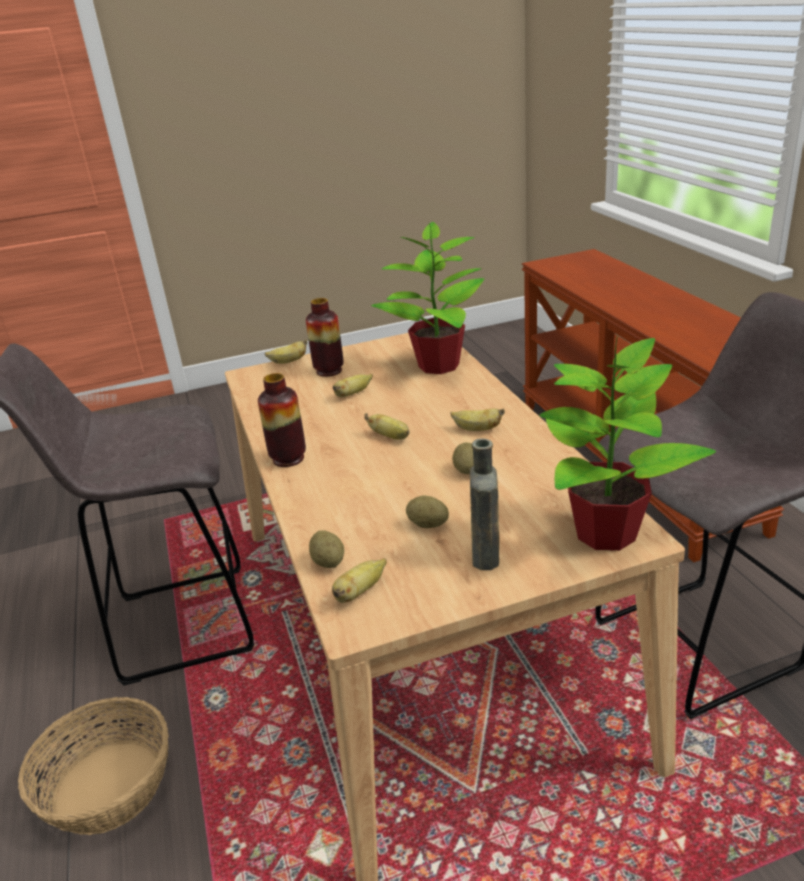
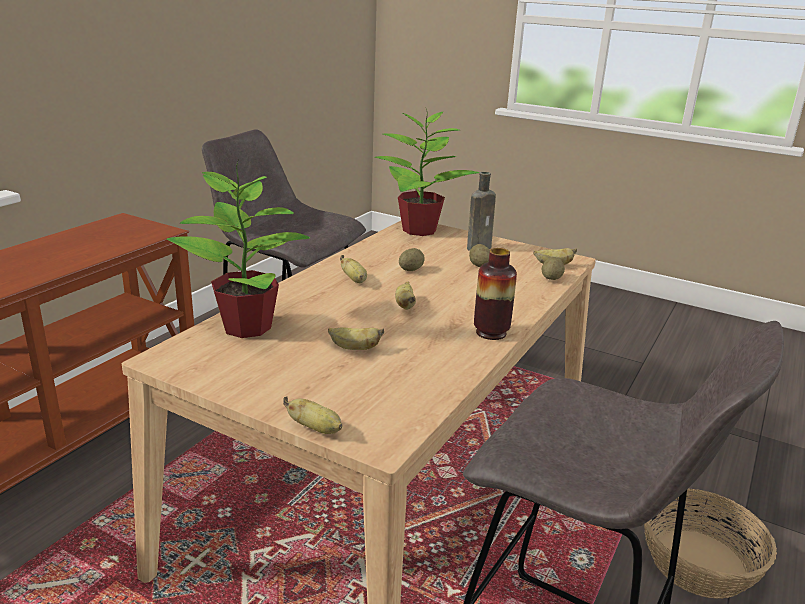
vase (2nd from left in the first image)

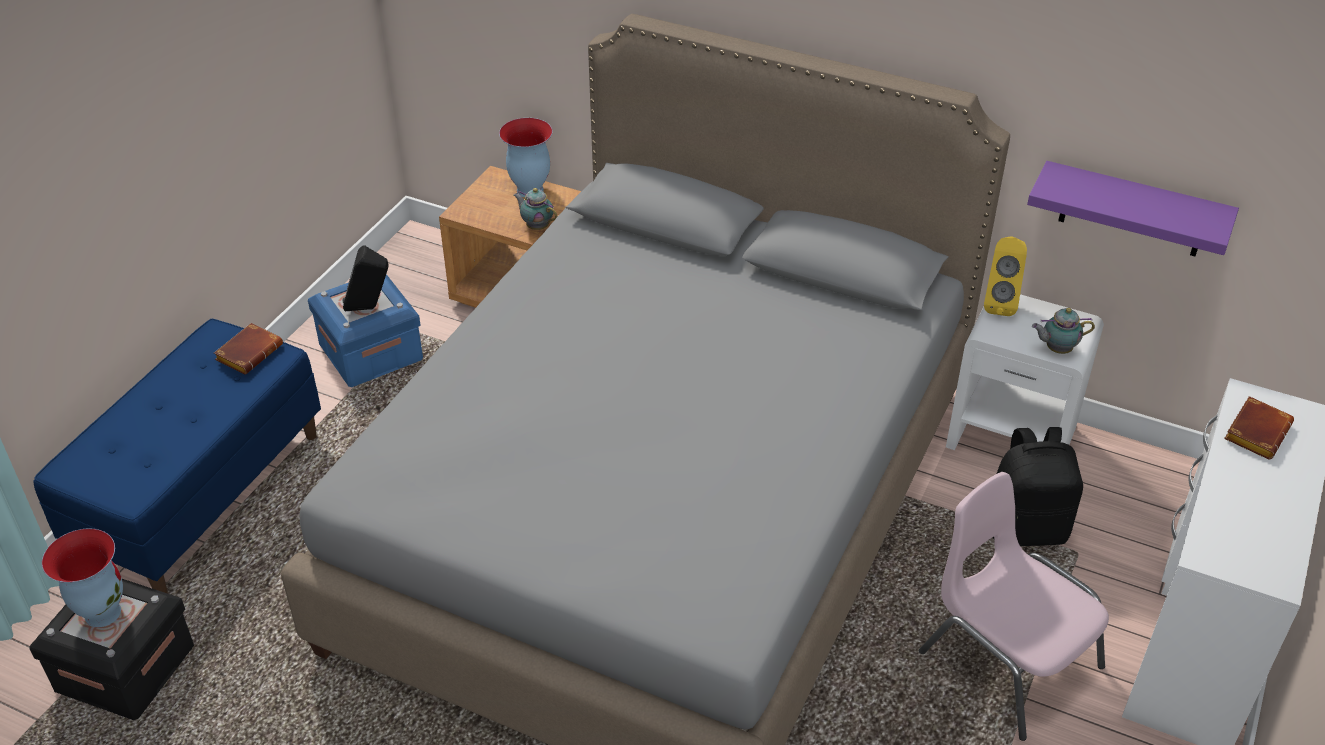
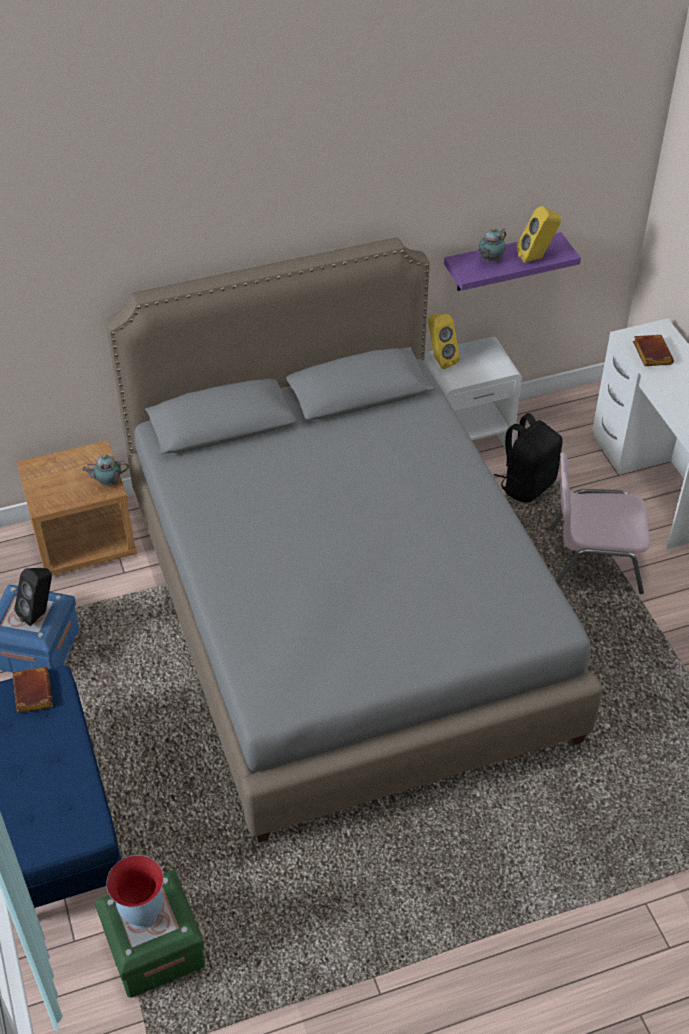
vase (2nd from left in the first image)
enceinte/jaune (2nd from left)
théière (2nd from left)
boîte de rangement/vert

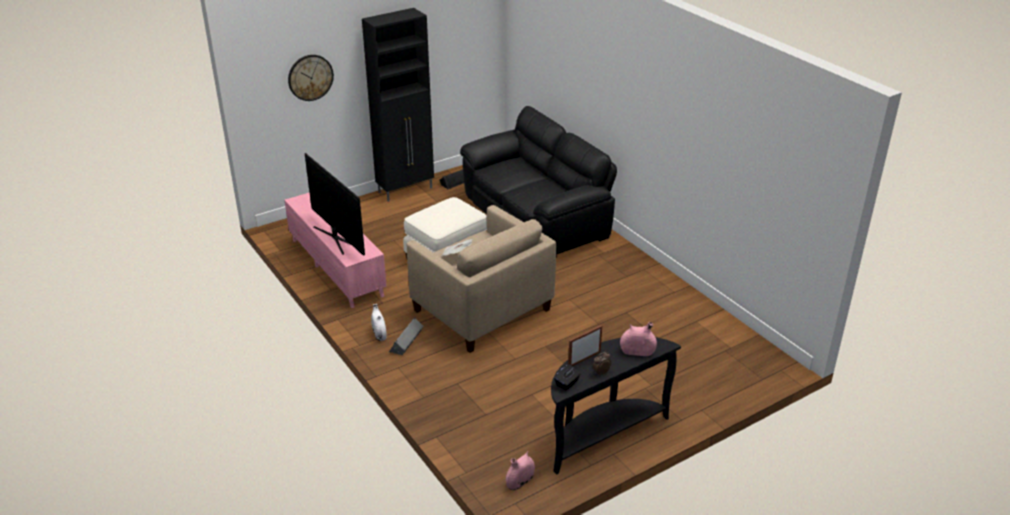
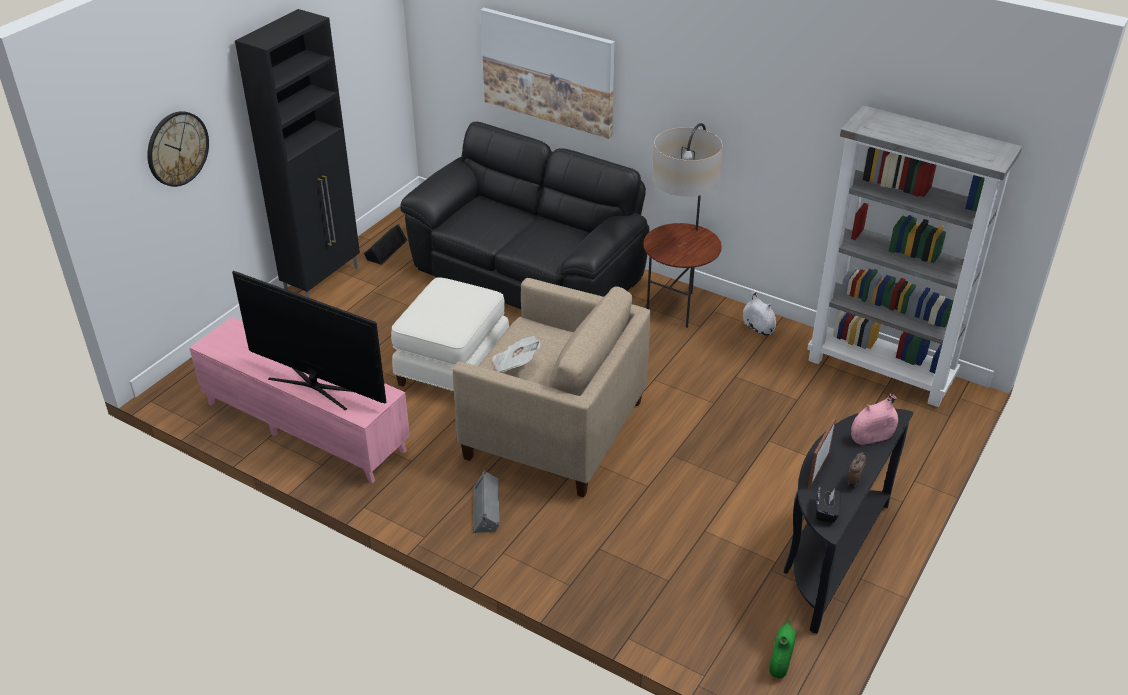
tableau
lampadaire
bibliothèque/gris
vase/blanc
vase/vert

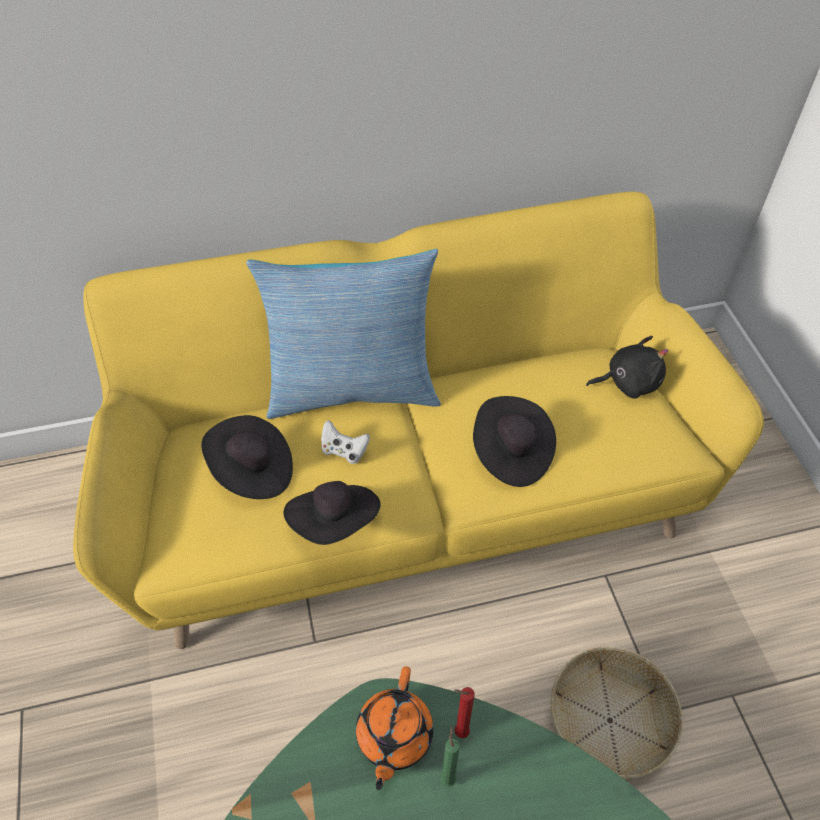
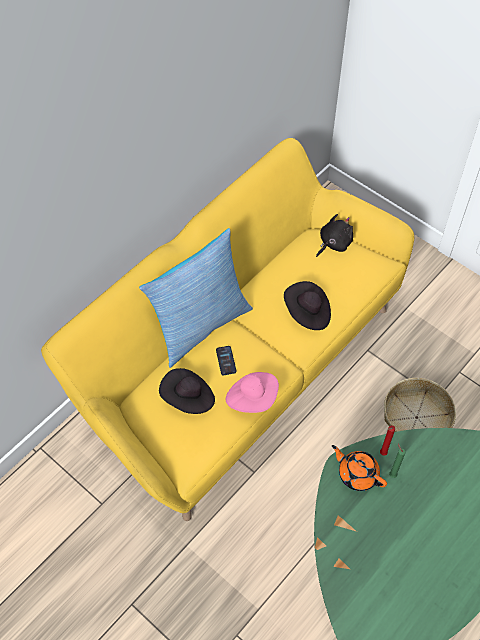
téléphone
chapeau/rose
théière/orange

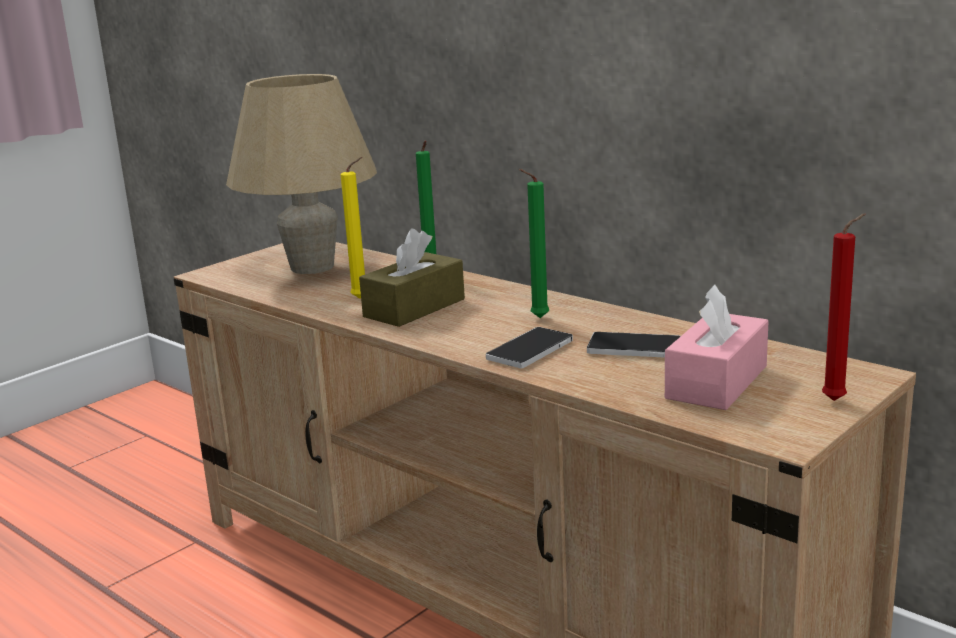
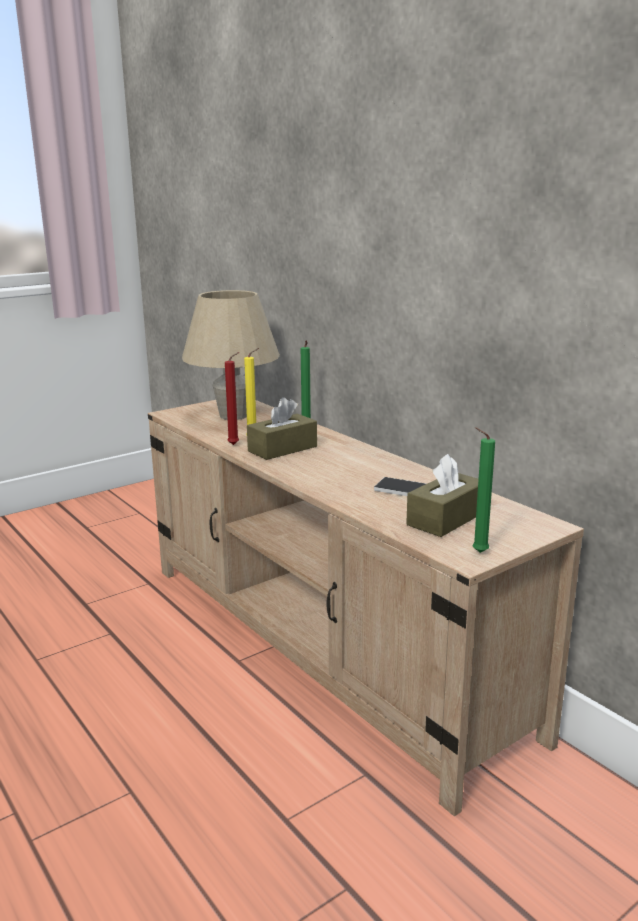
téléphone (1st from left in the first image)
bougie/vert (2nd from left)
bougie/rouge
boîte à mouchoirs/marron (2nd from left)

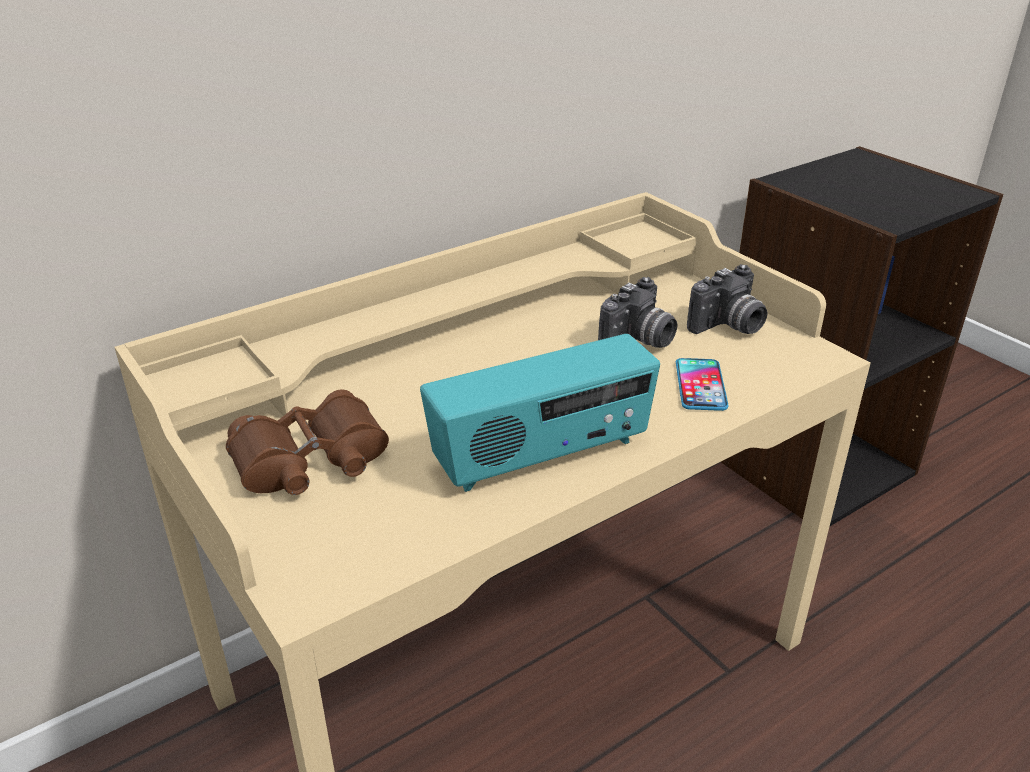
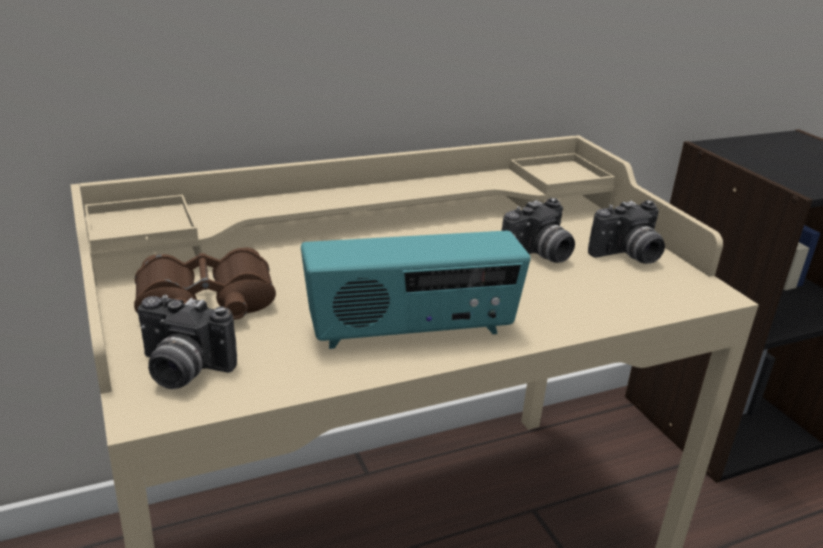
téléphone
appareil photo (1st from left)

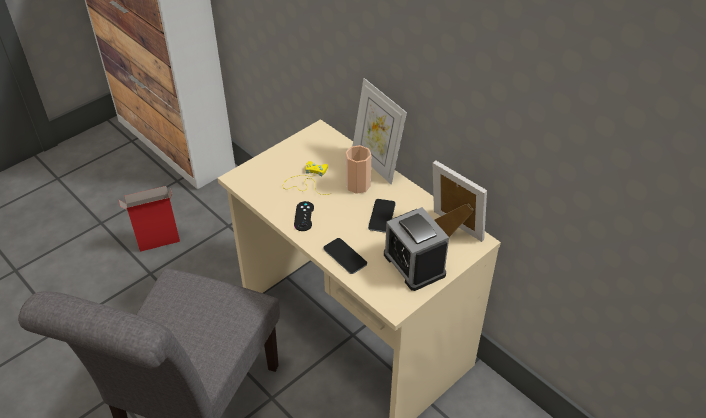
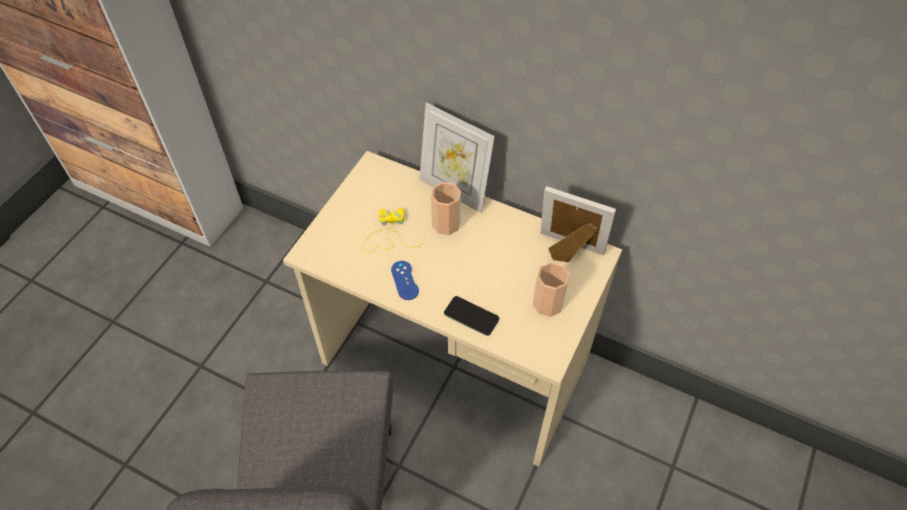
carton
téléphone (2nd from left in the first image)
tasse (2nd from left)
manette/bleu

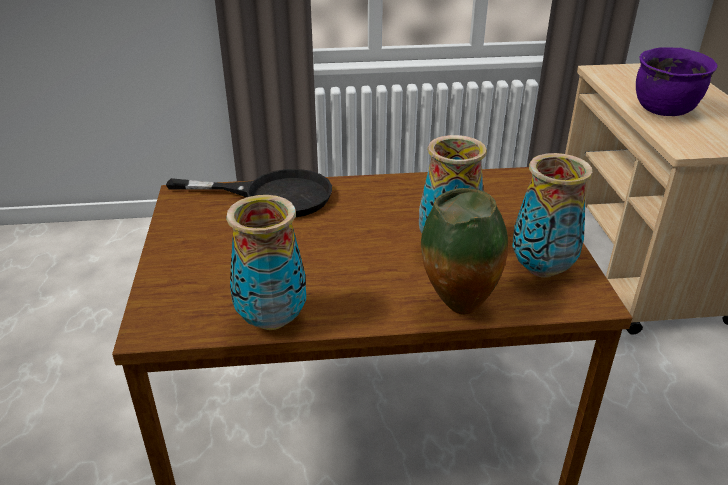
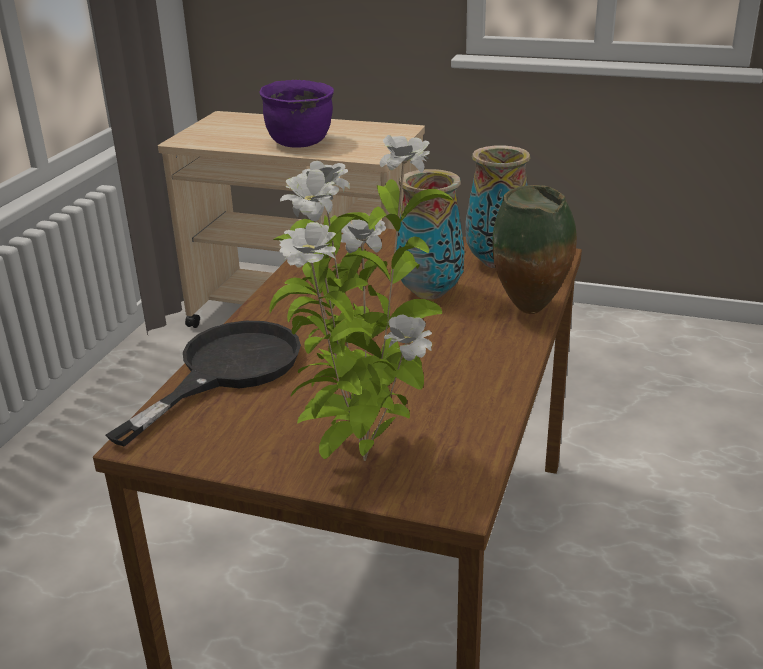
vase (1st from left in the first image)
plante en pot

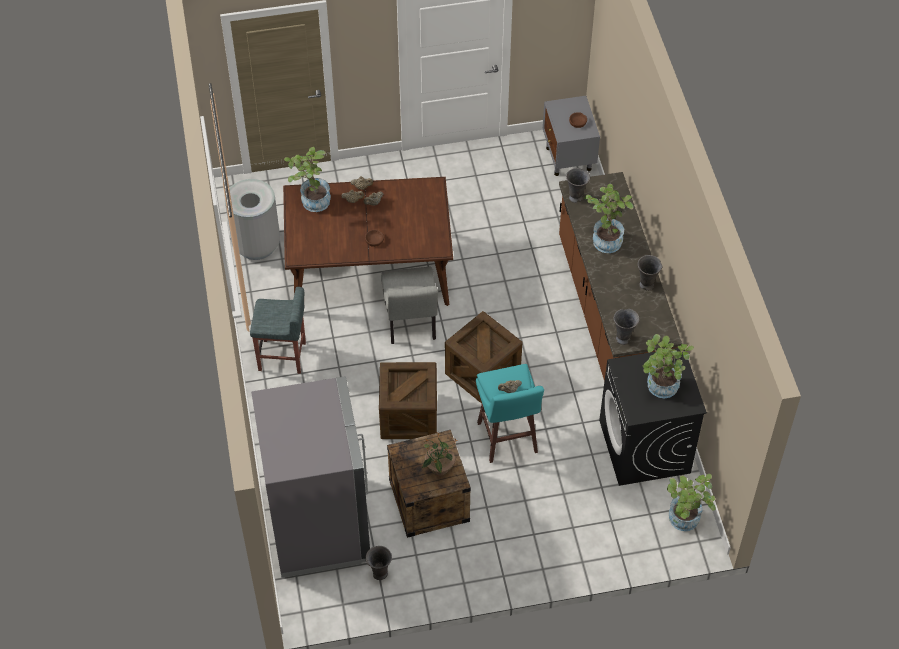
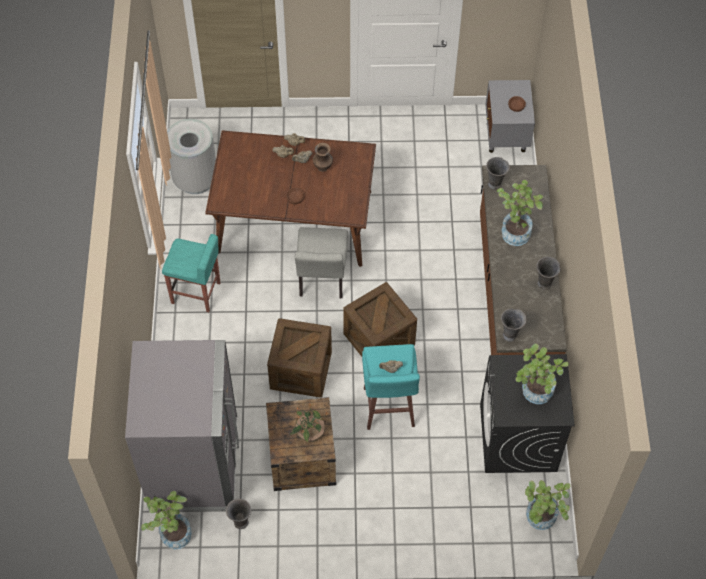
vase/marron
plante en pot (1st from left)
tabouret/turquoise (1st from left)

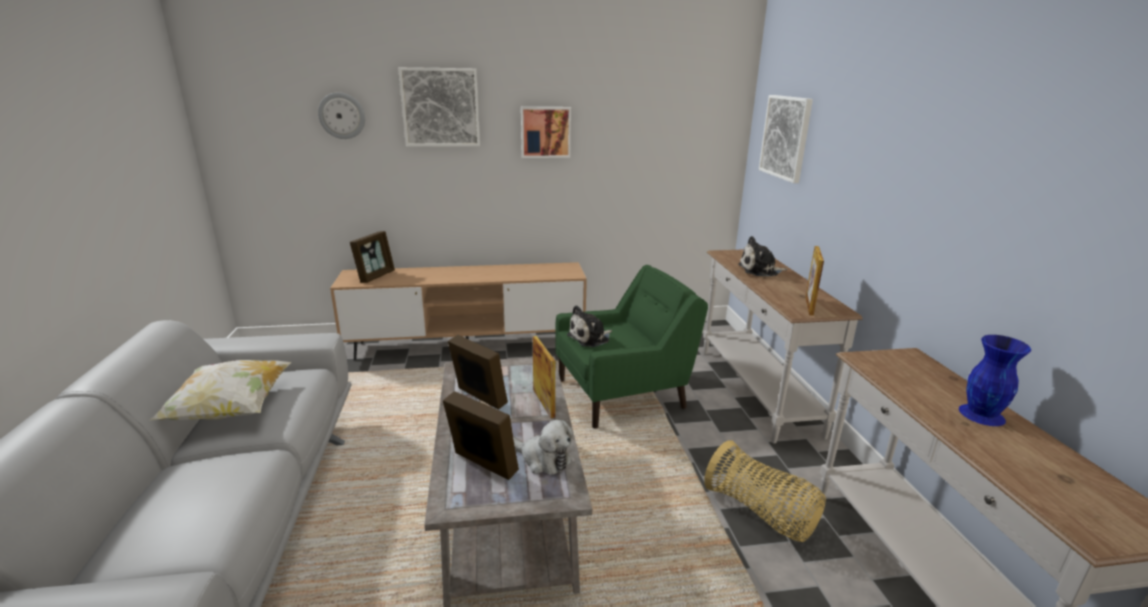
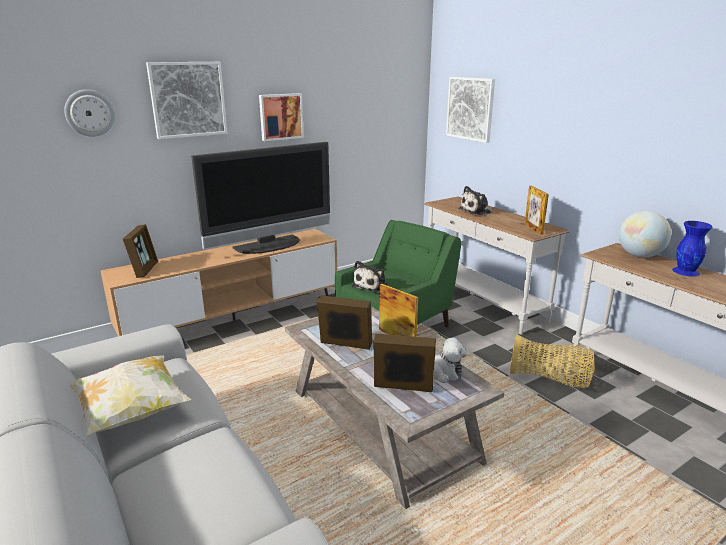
téléviseur
globe

